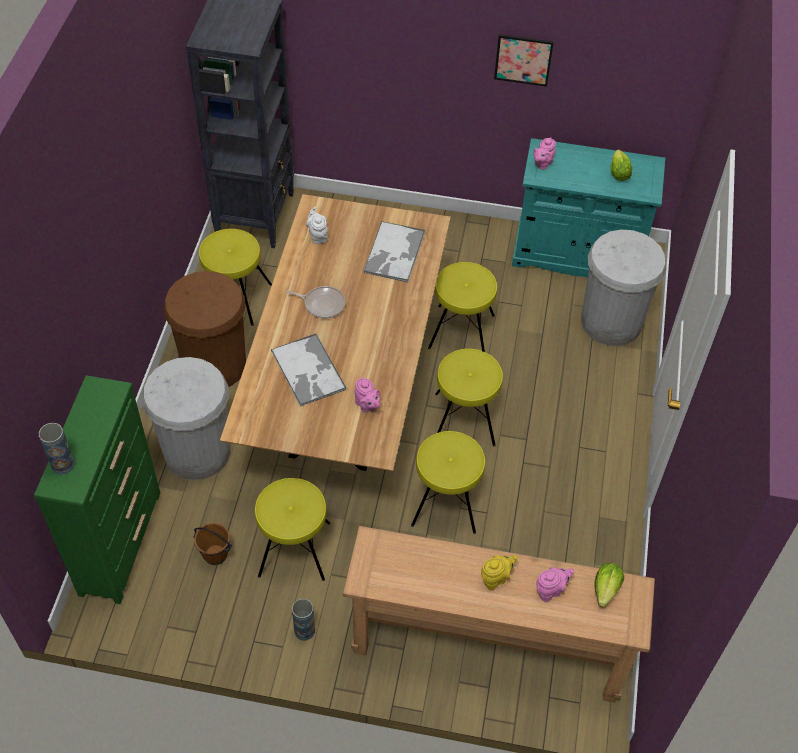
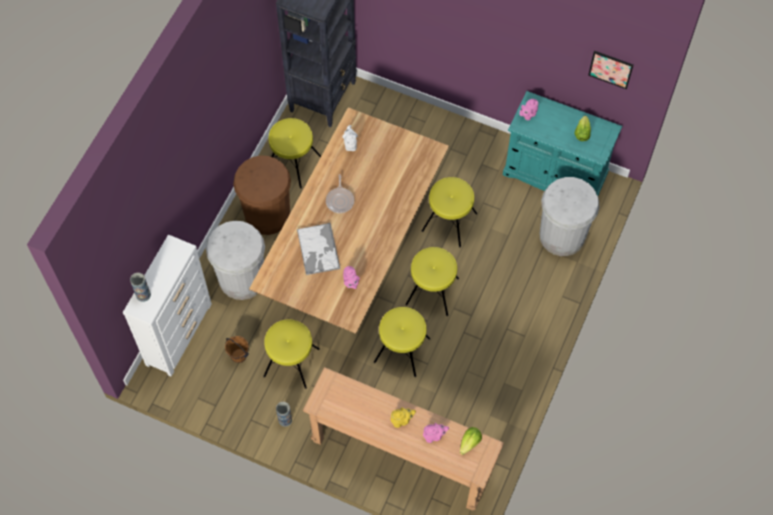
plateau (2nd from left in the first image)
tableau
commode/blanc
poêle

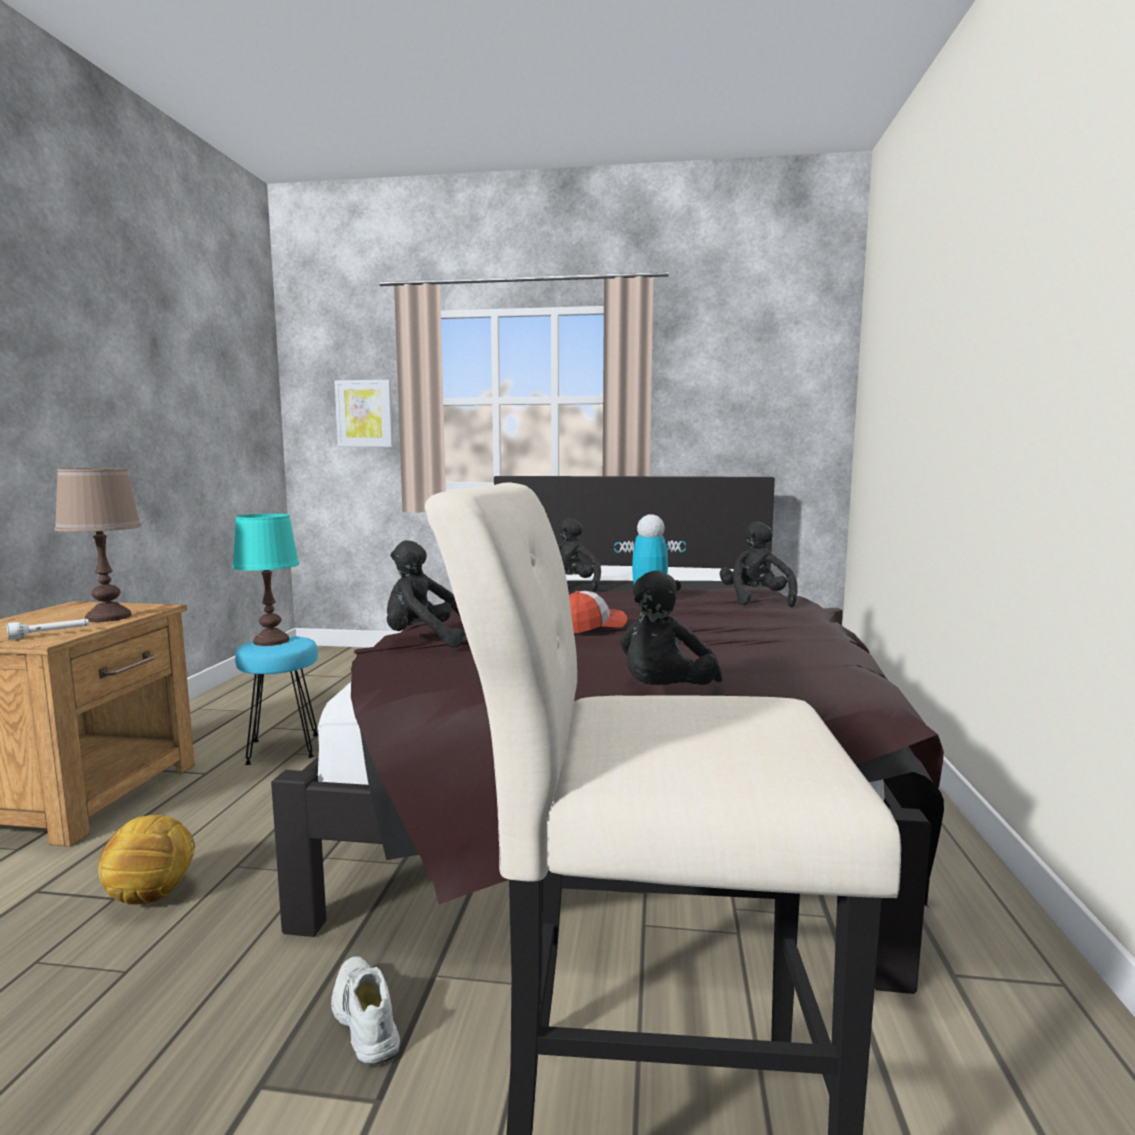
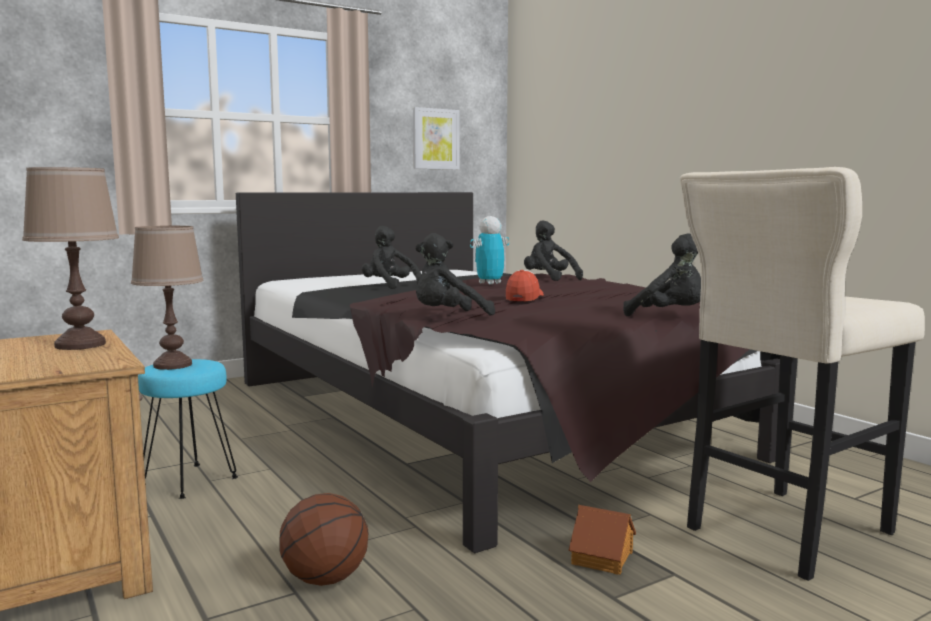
lampe de poche/blanc
tableau
ballon de basket
maison miniature
lampe de table/marron (2nd from left)
peluche/noir (4th from left)

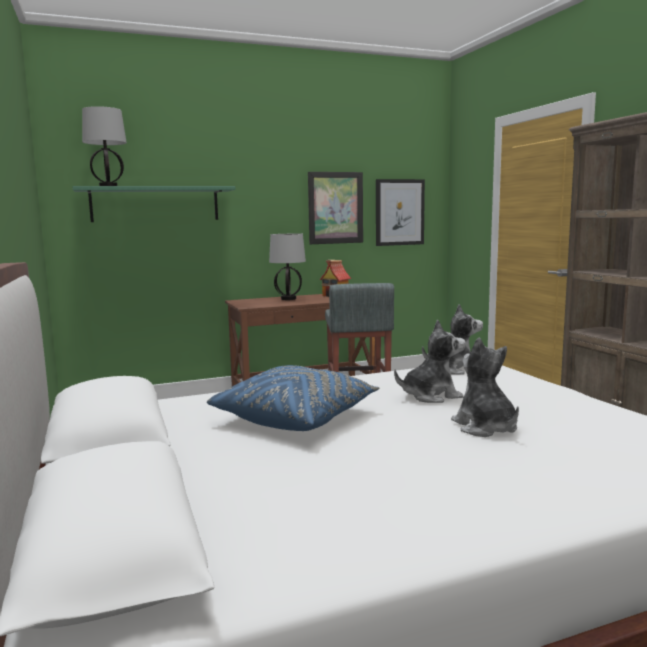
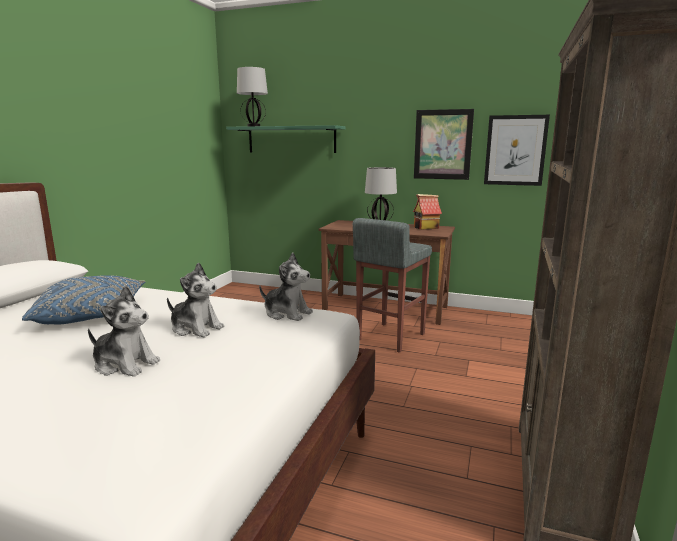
peluche (1st from left)

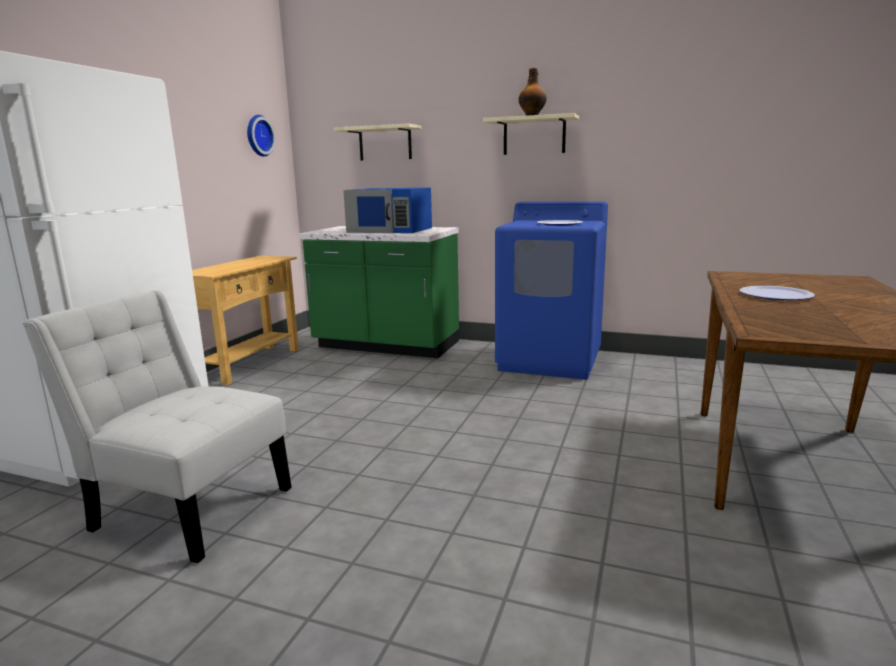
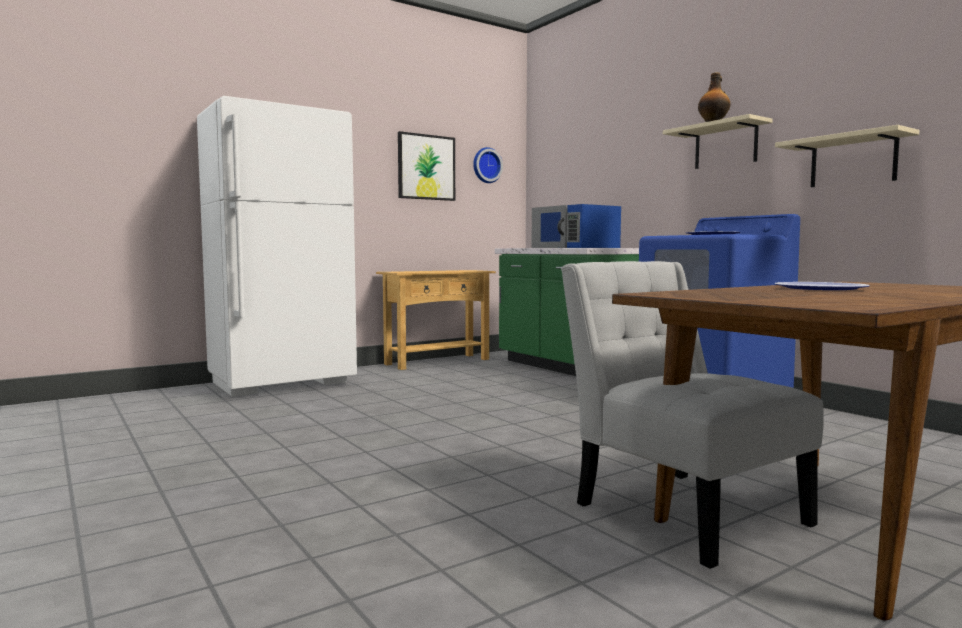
tableau
chaise/blanc
étagère/beige (2nd from left)

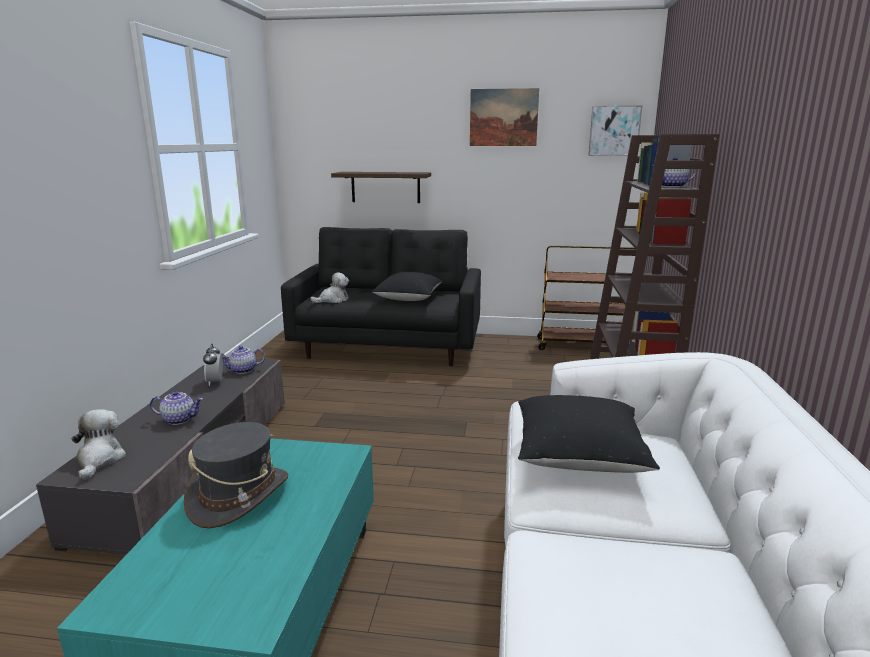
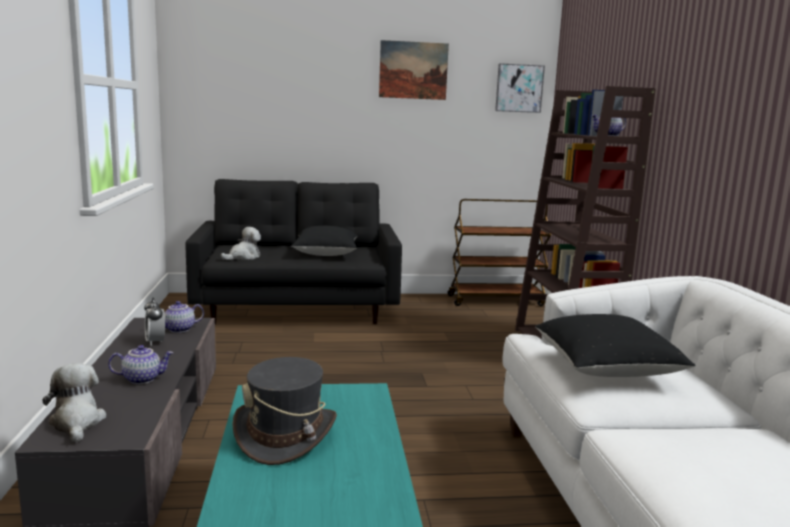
étagère

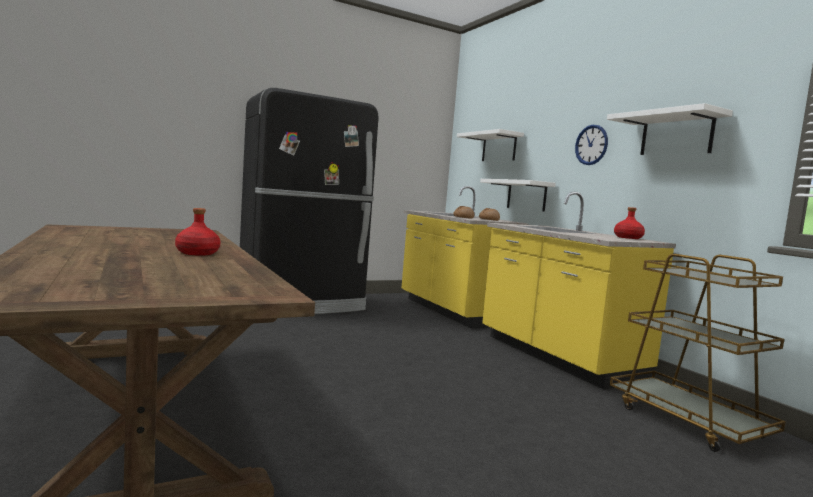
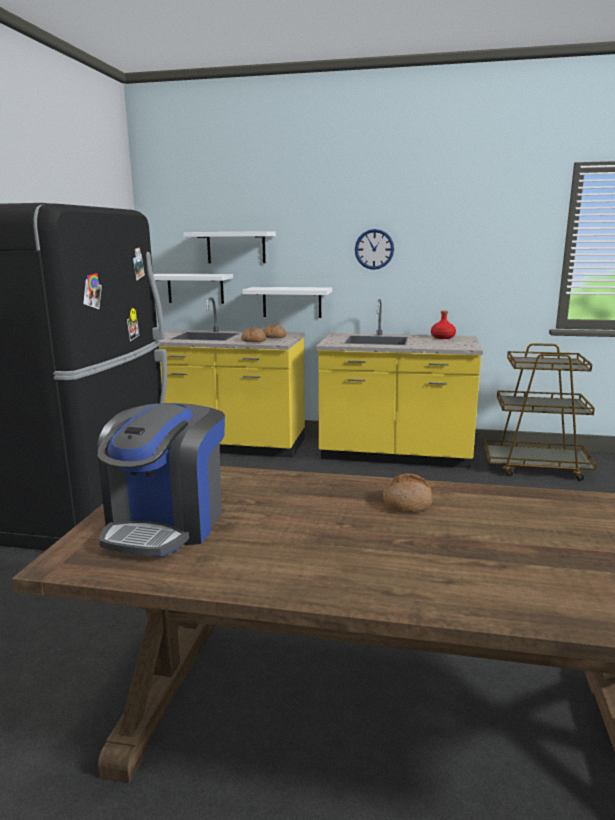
machine à café
étagère/blanc (1st from left)
pain (3rd from left)

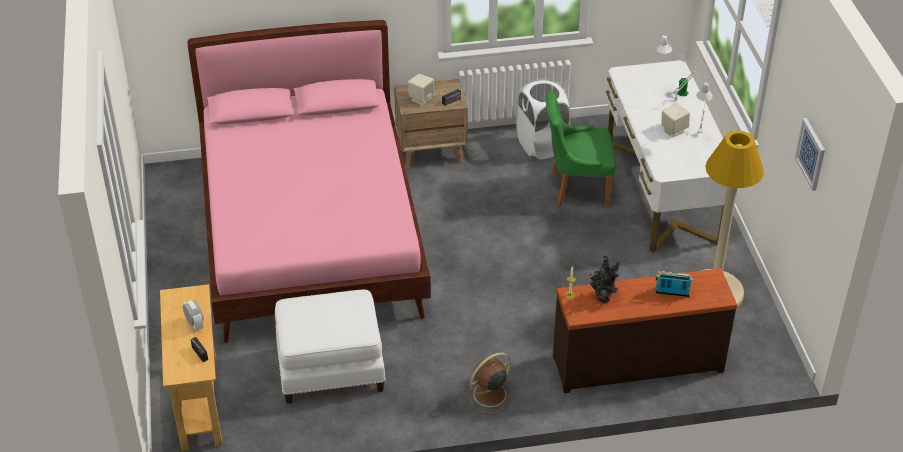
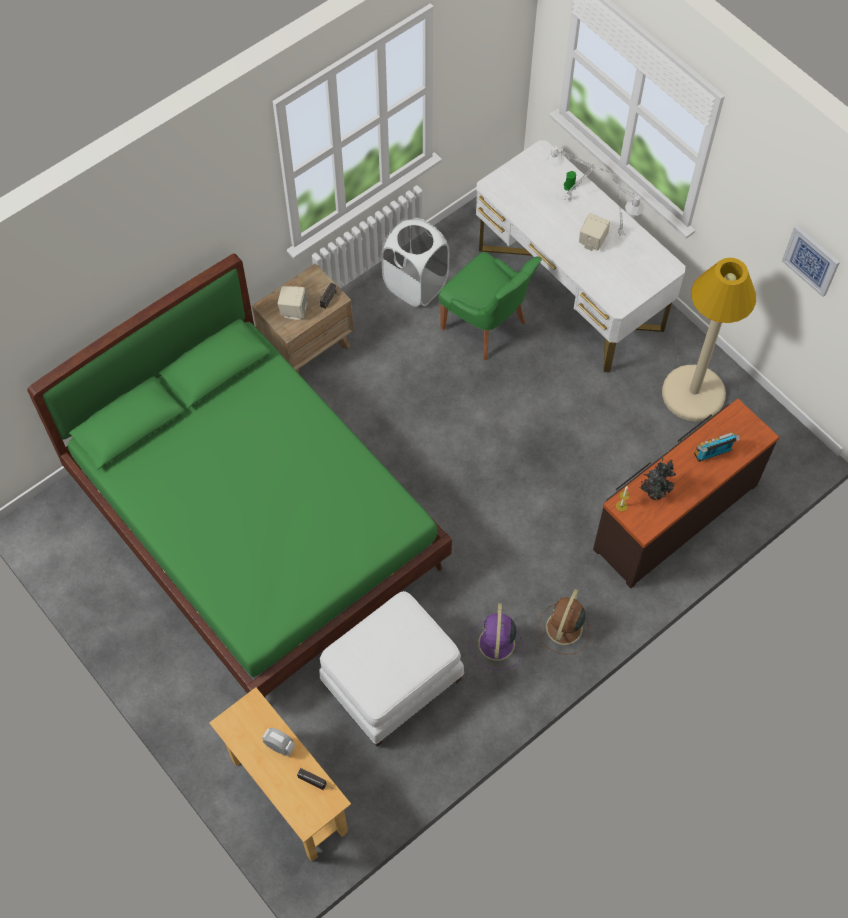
ventilateur/violet
lit/vert
chaise/vert

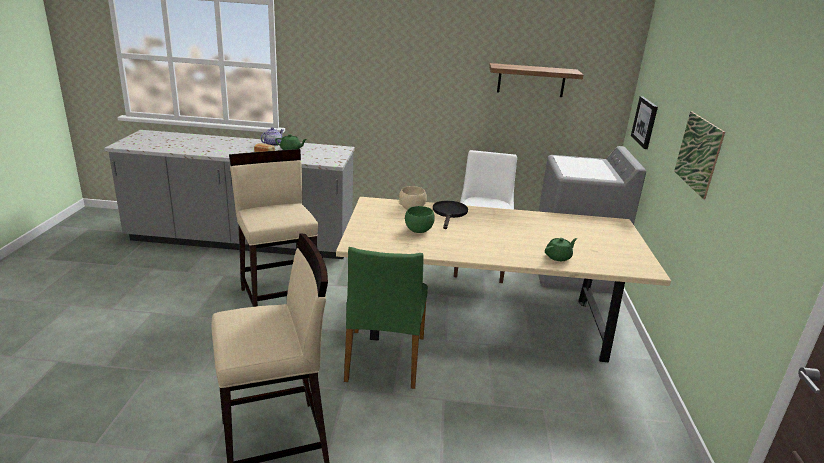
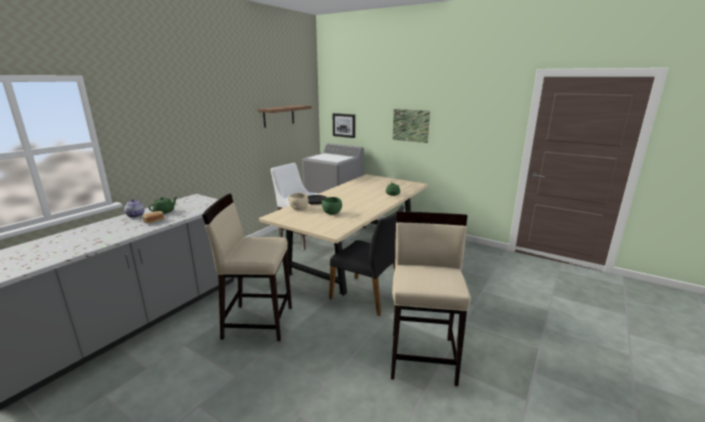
chaise/noir

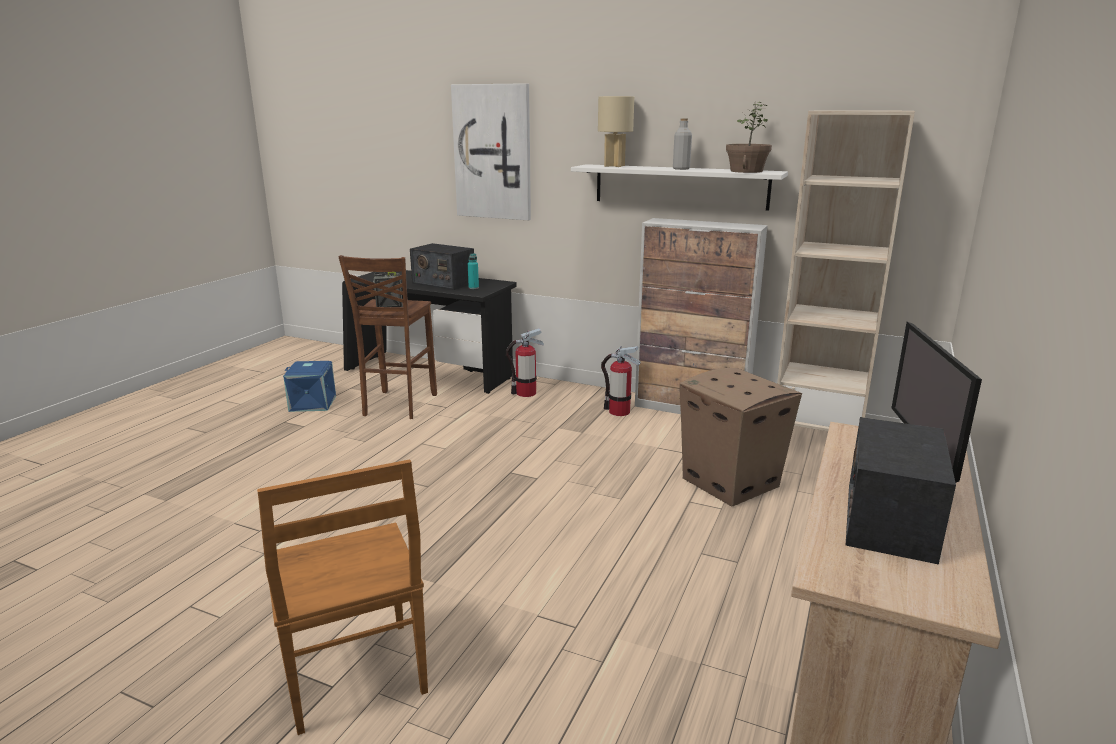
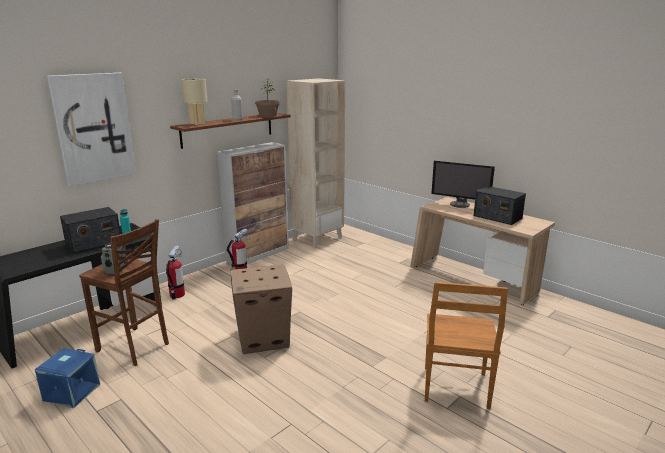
carton
étagère/marron
chaise/marron

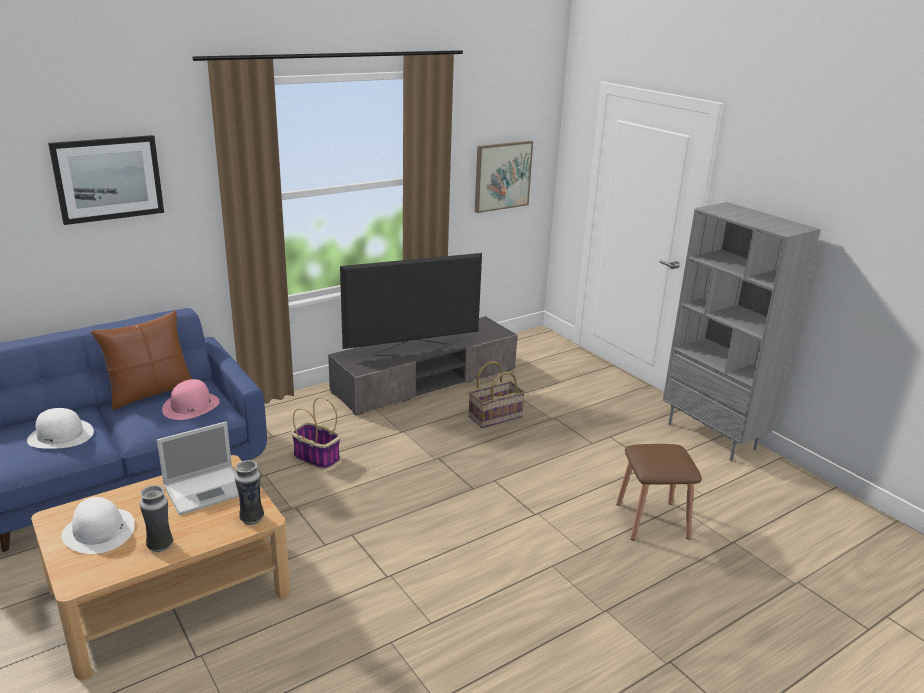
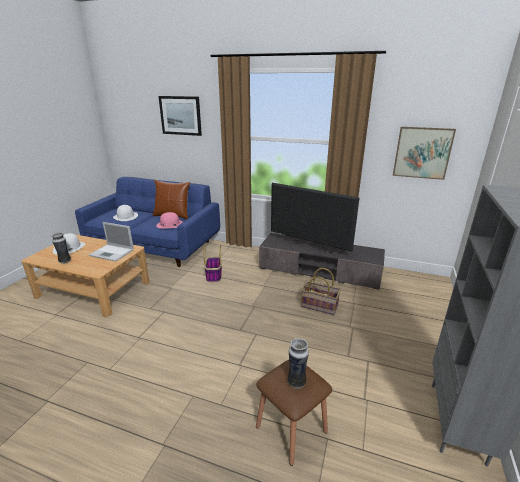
vase (2nd from left)

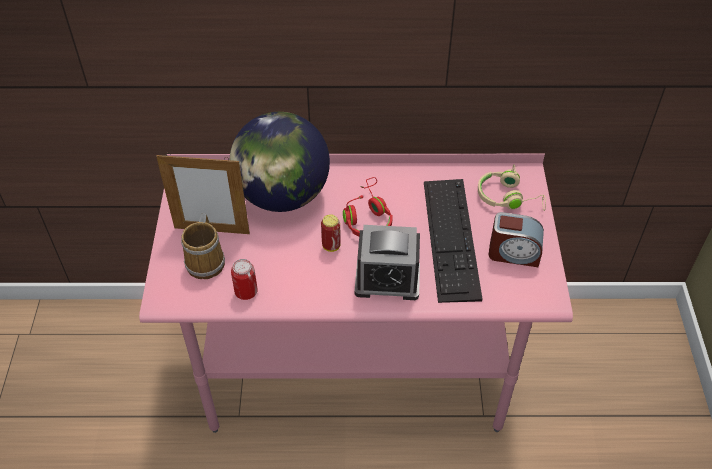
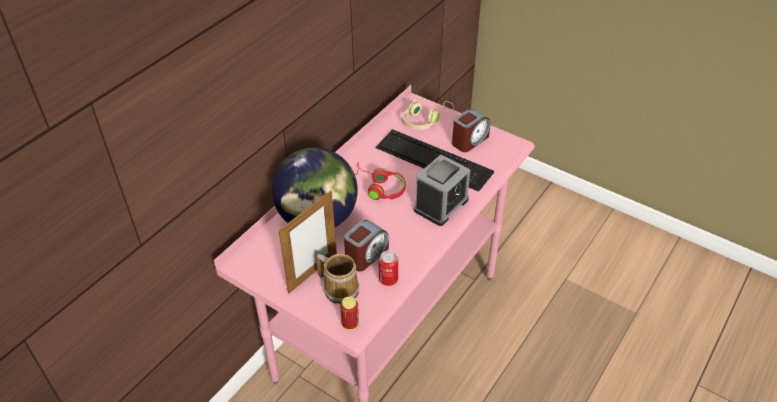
réveil (1st from left)
boîte métallique (1st from left)

